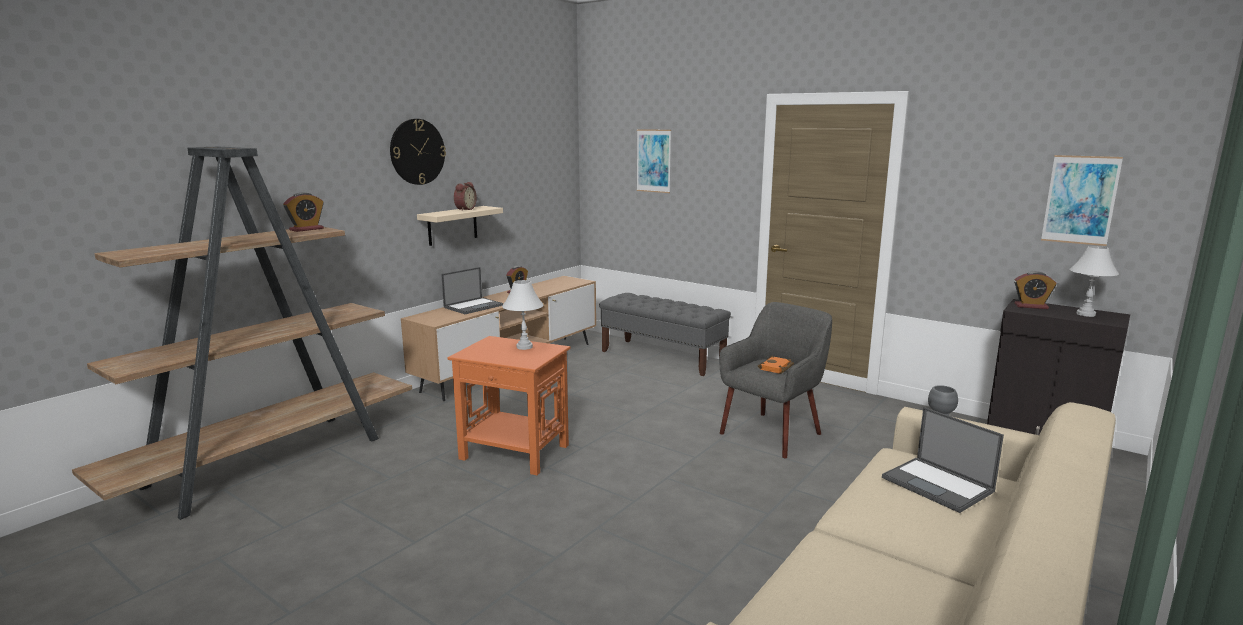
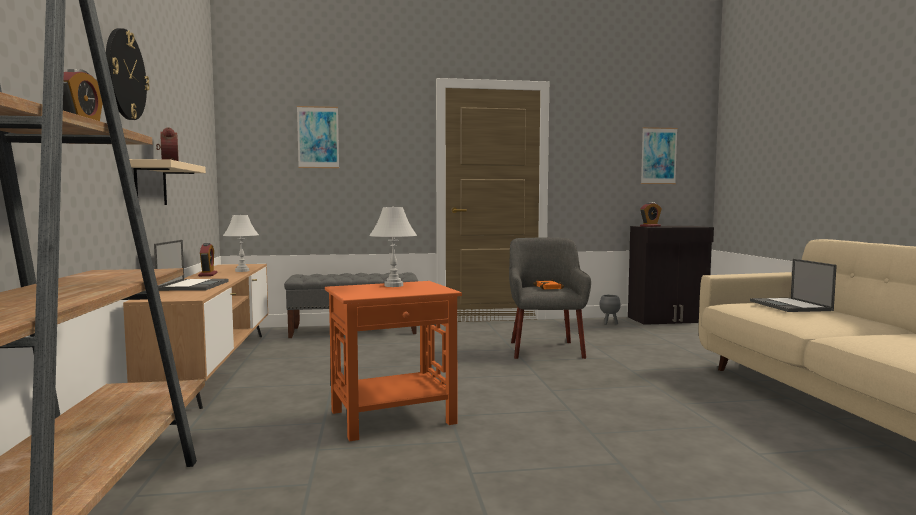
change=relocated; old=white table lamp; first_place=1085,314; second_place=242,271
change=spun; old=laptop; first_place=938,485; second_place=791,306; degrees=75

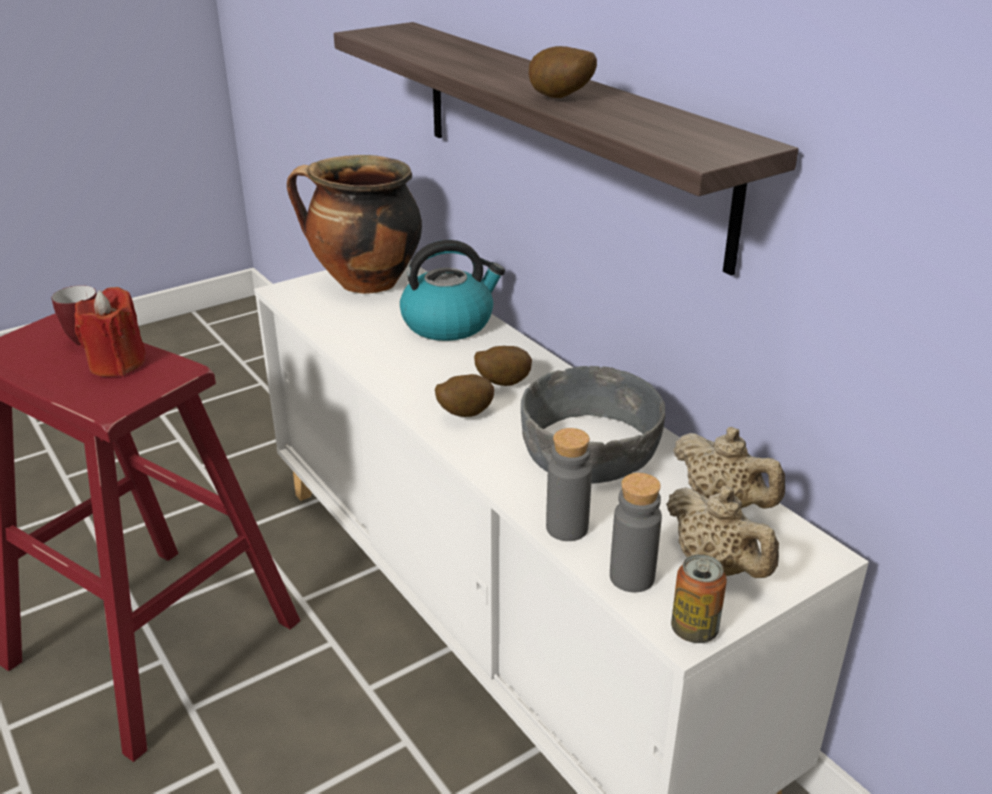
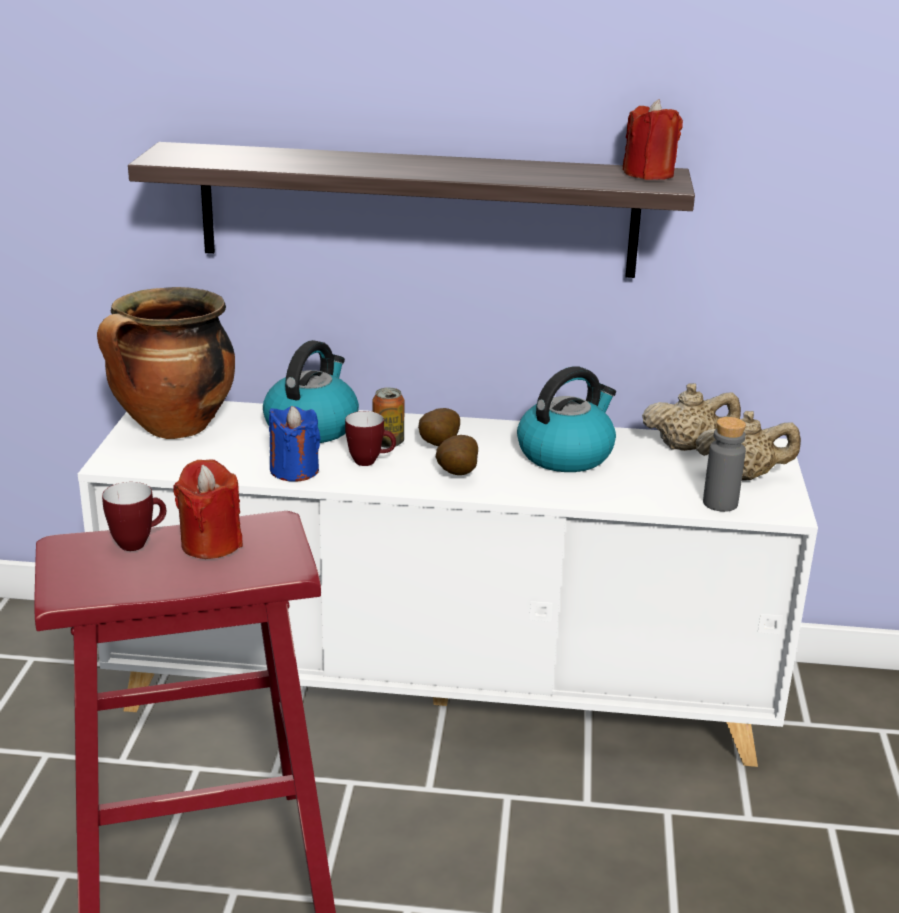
change=missing; old=potato; first_place=559,99
change=missing; old=grey bottle; first_place=567,528
change=appeared; new=blue candle; second_place=294,470
change=appeared; new=mug; second_place=370,462
change=appeared; new=red candle; second_place=649,174
change=relocated; old=can; first_place=694,630; second_place=388,442
change=exchanged; old=grey bowl; new=kettle; first_place=590,446; second_place=566,454

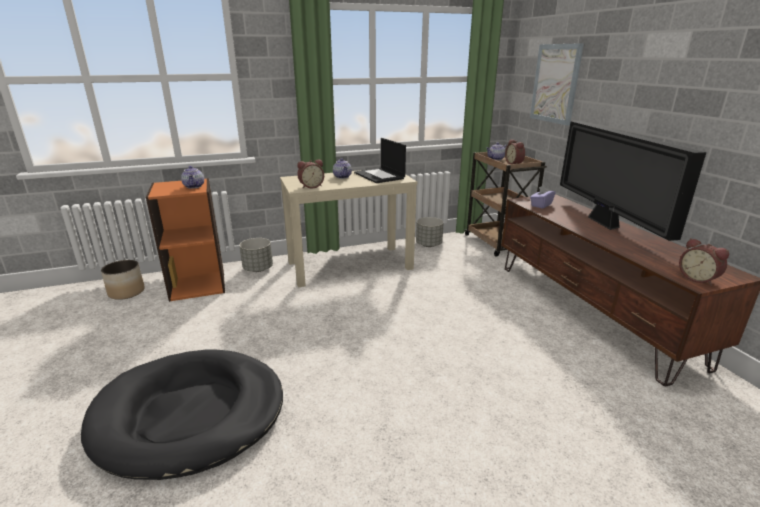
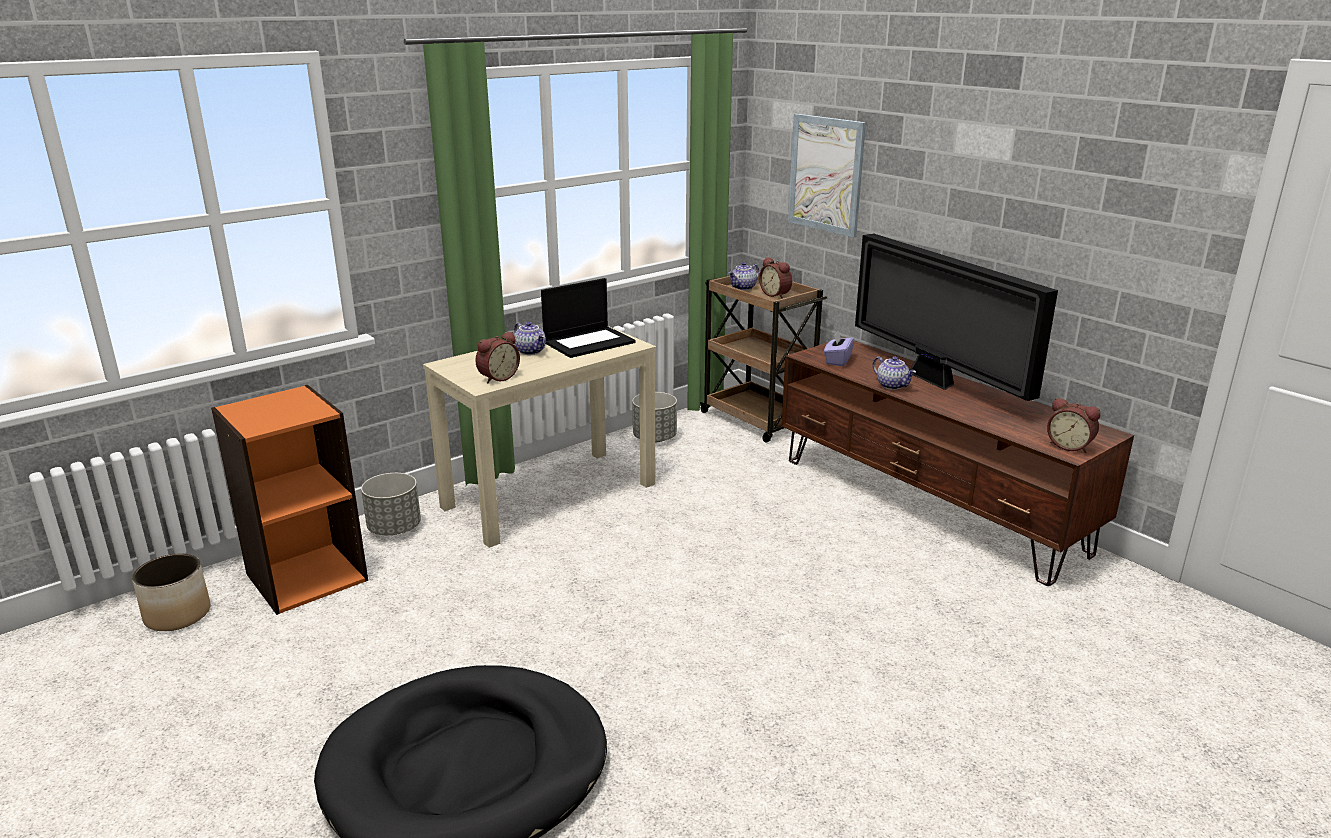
change=relocated; old=teapot; first_place=194,186; second_place=892,386
change=spun; old=laptop; first_place=380,176; second_place=589,342; degrees=-75

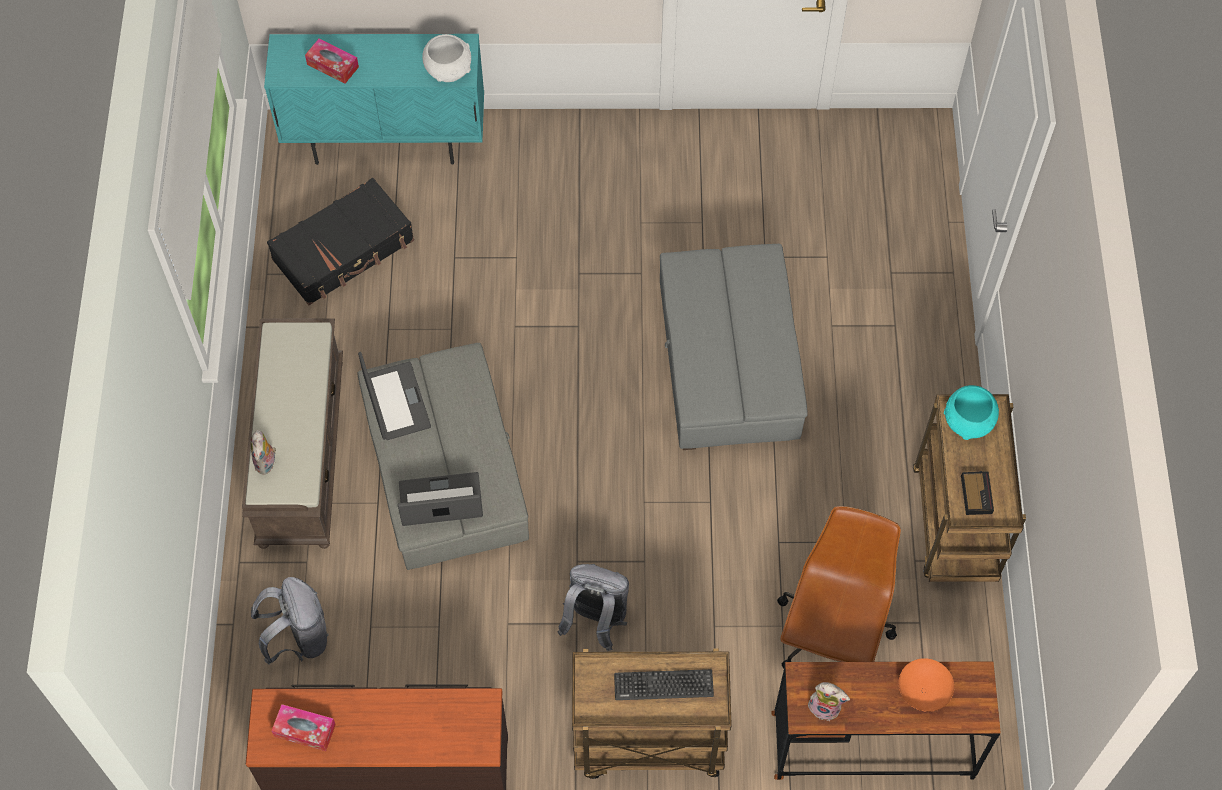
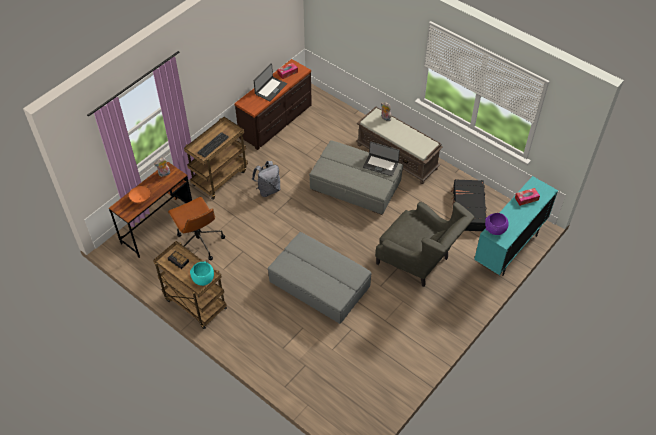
change=missing; old=grey backpack; first_place=299,637
change=appeared; new=grey armchair; second_place=419,262
change=relocated; old=laptop; first_place=441,501; second_place=270,89
change=colour; old=white bowl; new=purple bowl; first_place=449,70; second_place=495,230

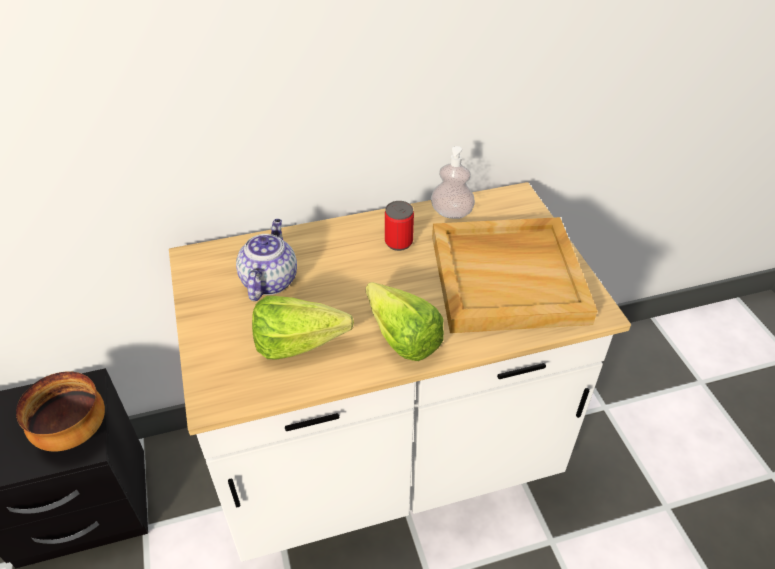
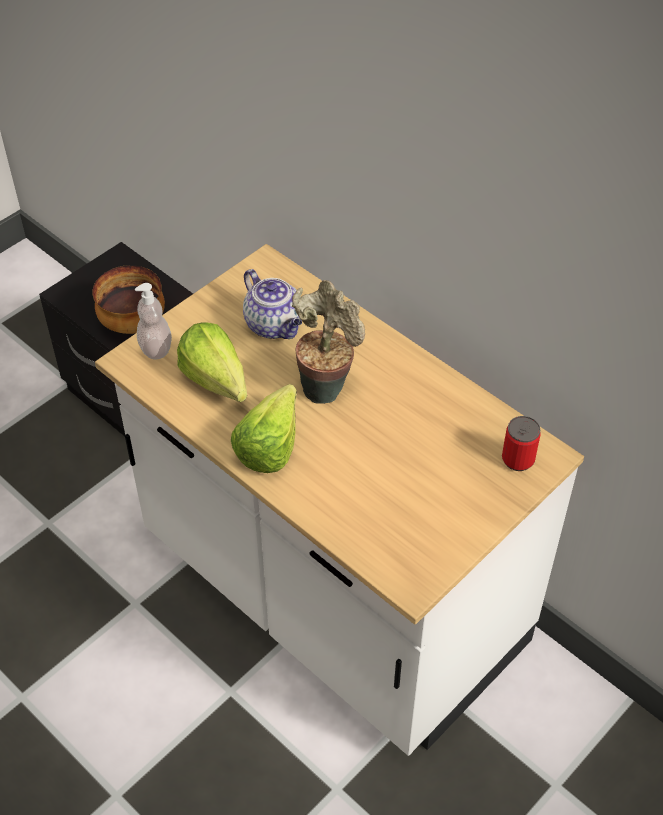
change=missing; old=beige tray; first_place=508,277
change=appeared; new=potted plant; second_place=326,386
change=relocated; old=can; first_place=398,242; second_place=518,459
change=relocated; old=soap dispenser; first_place=451,213; second_place=156,348
change=spun; old=teapot; first_place=269,280; second_place=275,325; degrees=75

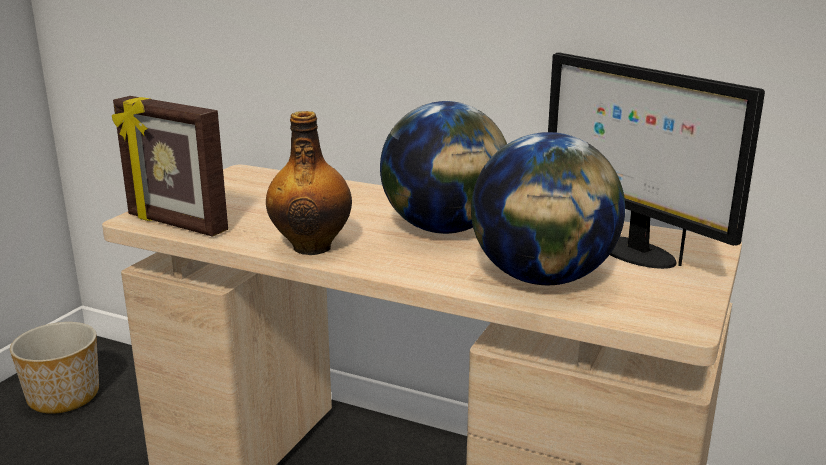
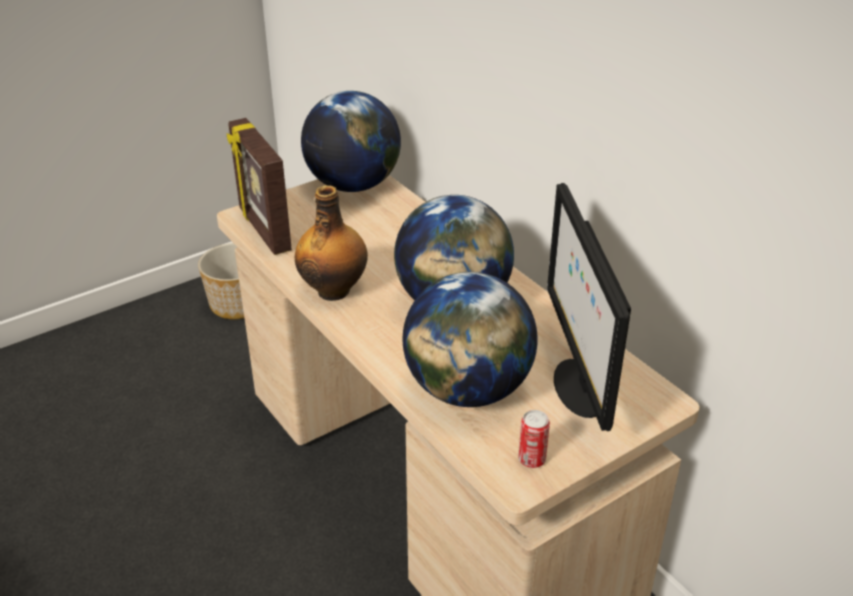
change=appeared; new=globe; second_place=353,185
change=appeared; new=can; second_place=531,459

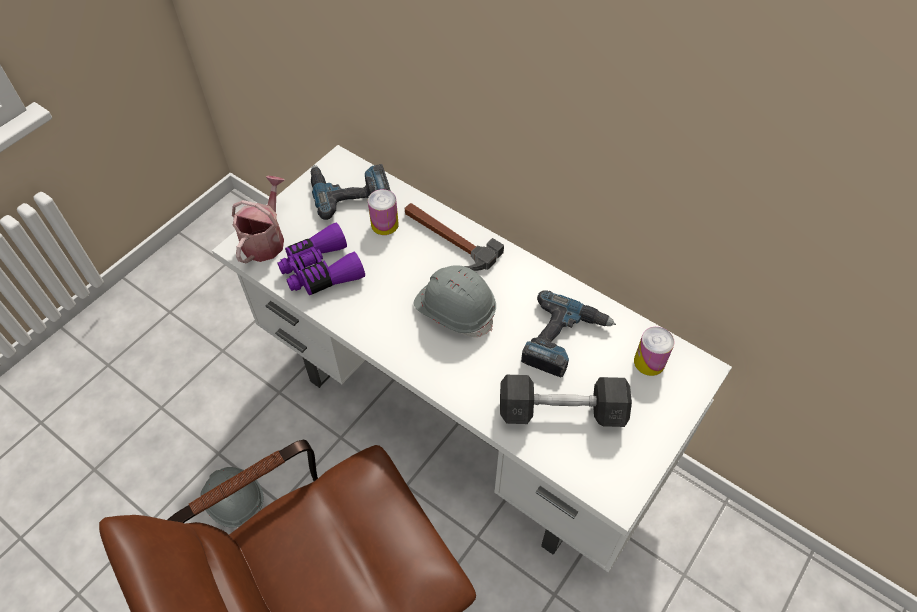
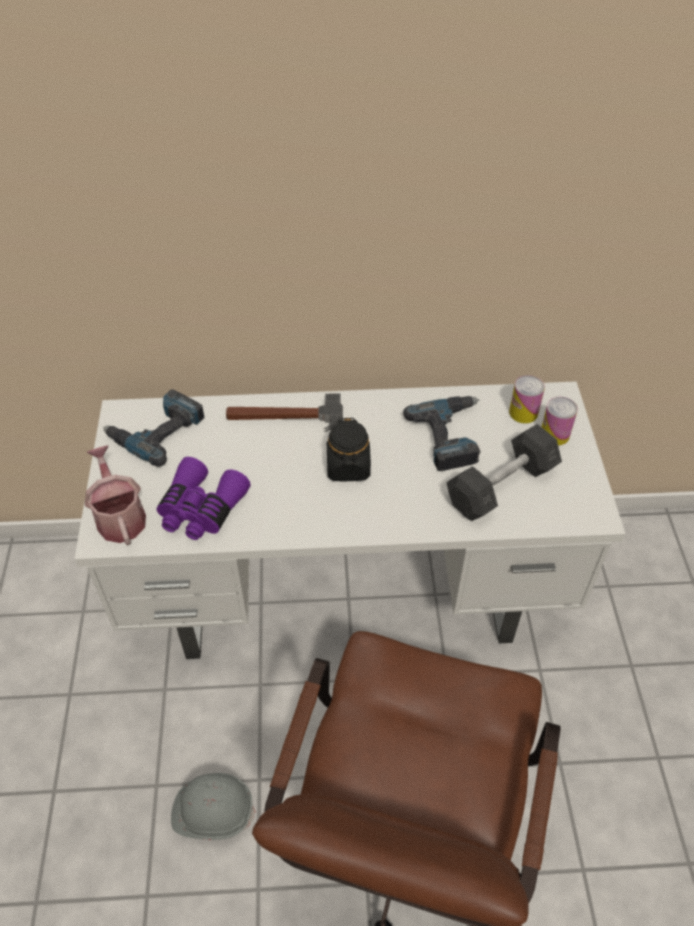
change=relocated; old=can; first_place=384,224; second_place=554,434
change=exchanged; old=grey hard hat; new=black jar; first_place=455,310; second_place=348,467

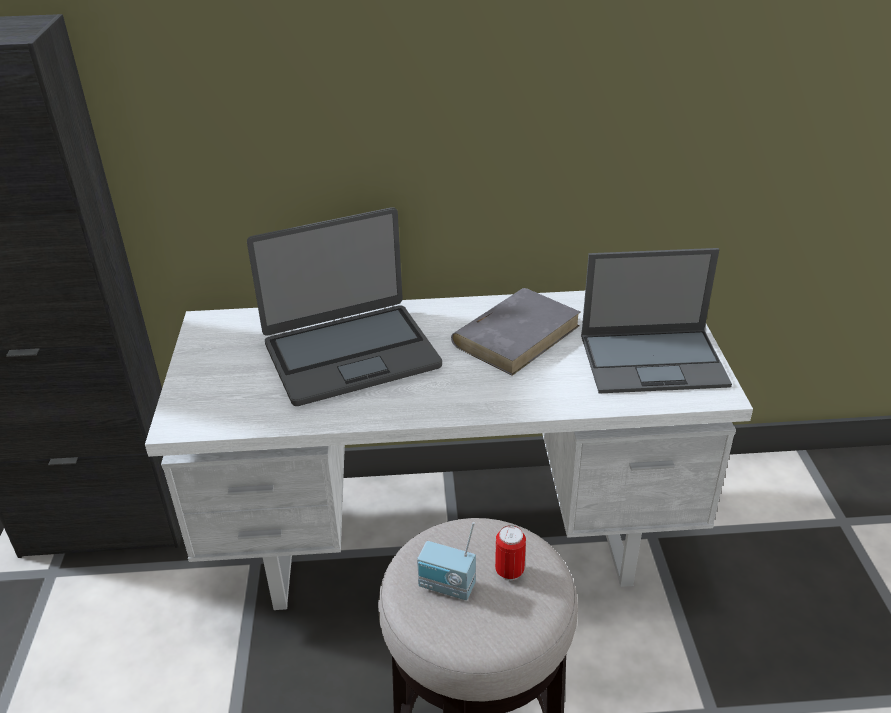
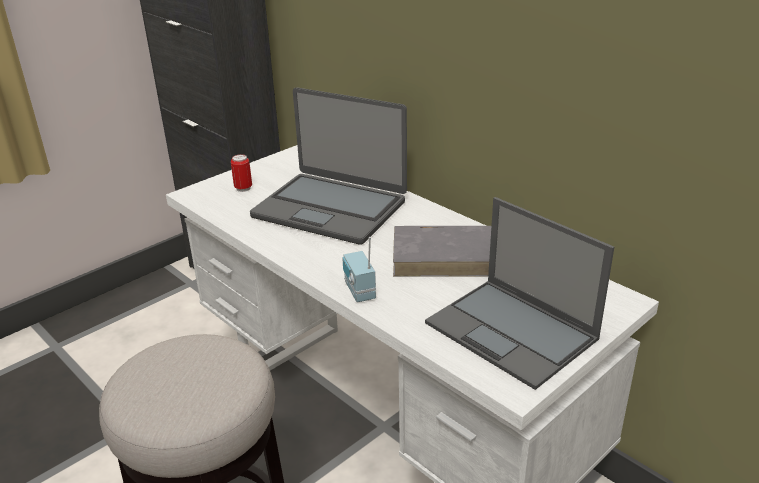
change=relocated; old=radio; first_place=446,587; second_place=358,291
change=relocated; old=can; first_place=509,571; second_place=243,188

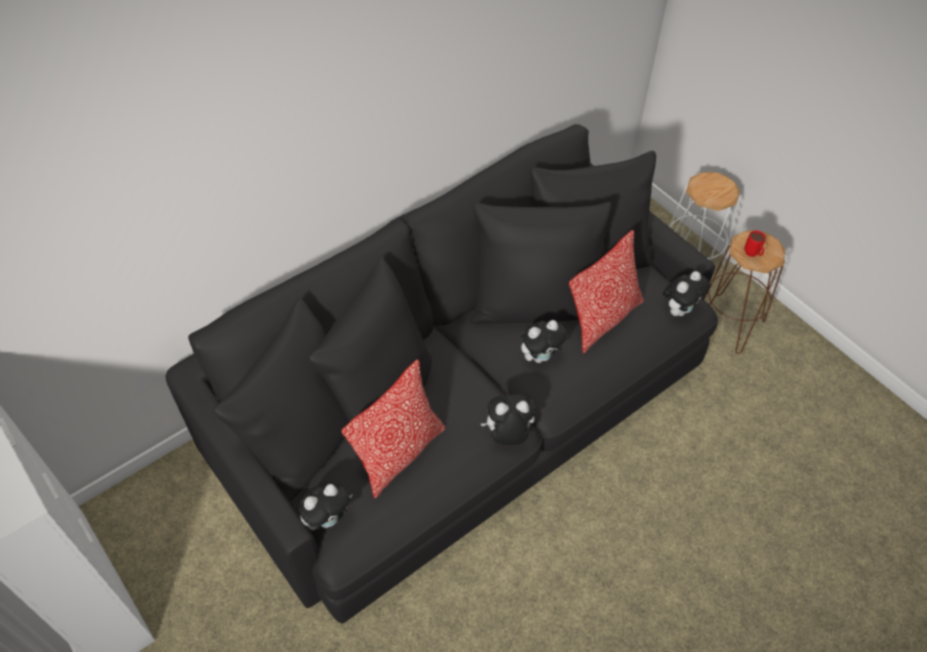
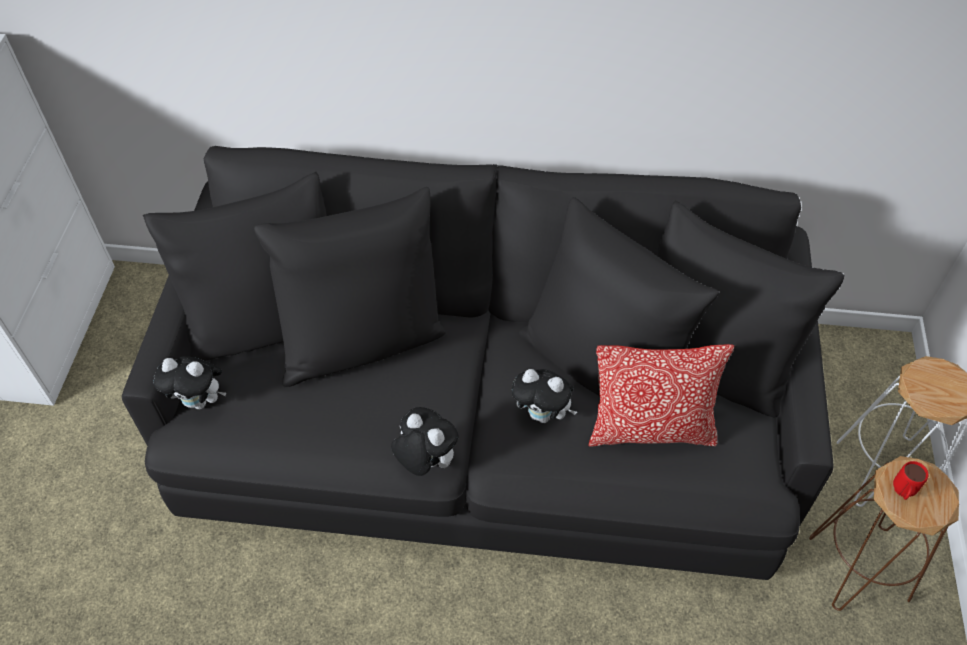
change=missing; old=pillow; first_place=399,453
change=missing; old=plush toy; first_place=679,309

